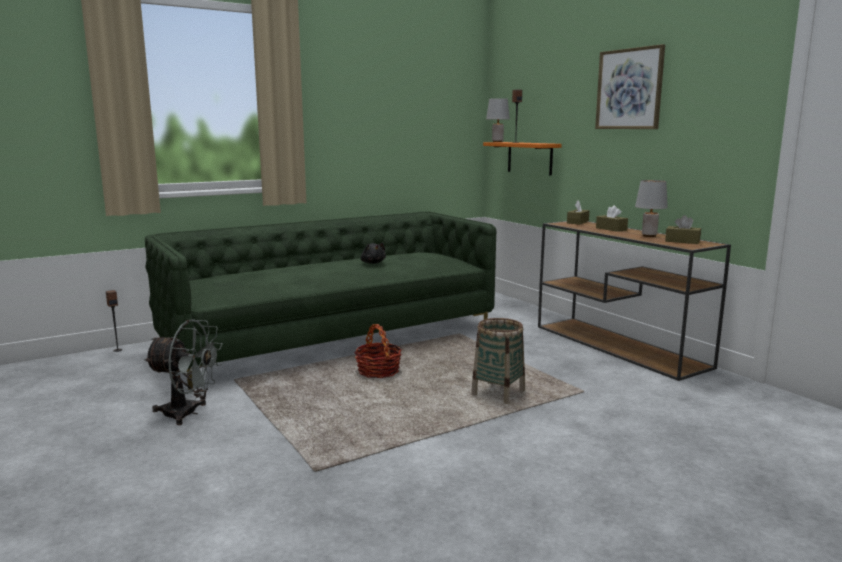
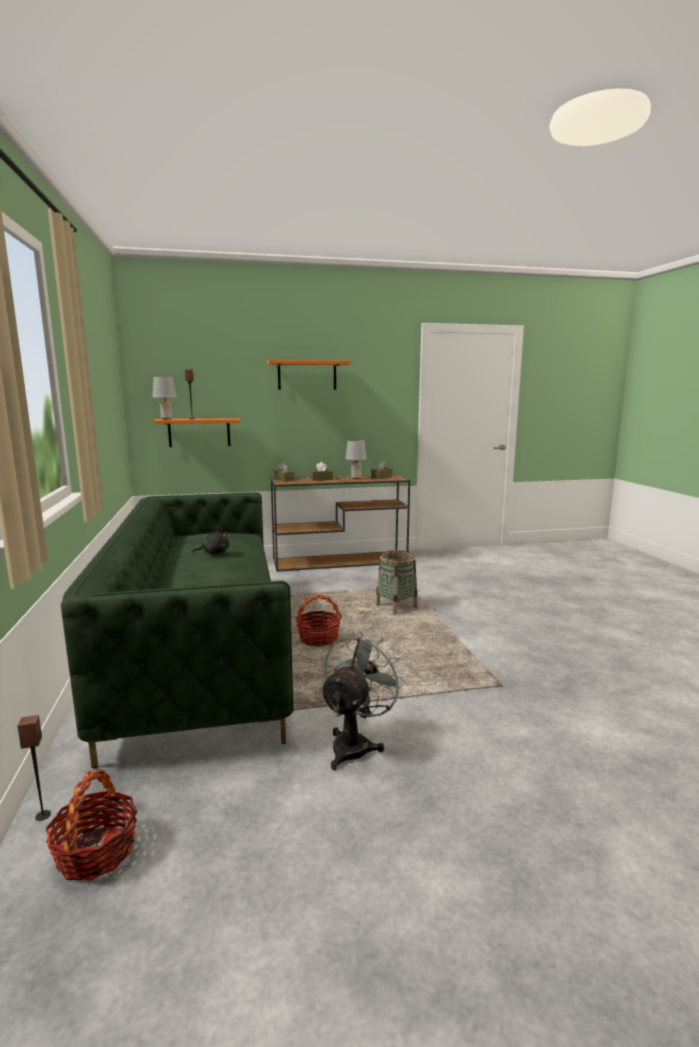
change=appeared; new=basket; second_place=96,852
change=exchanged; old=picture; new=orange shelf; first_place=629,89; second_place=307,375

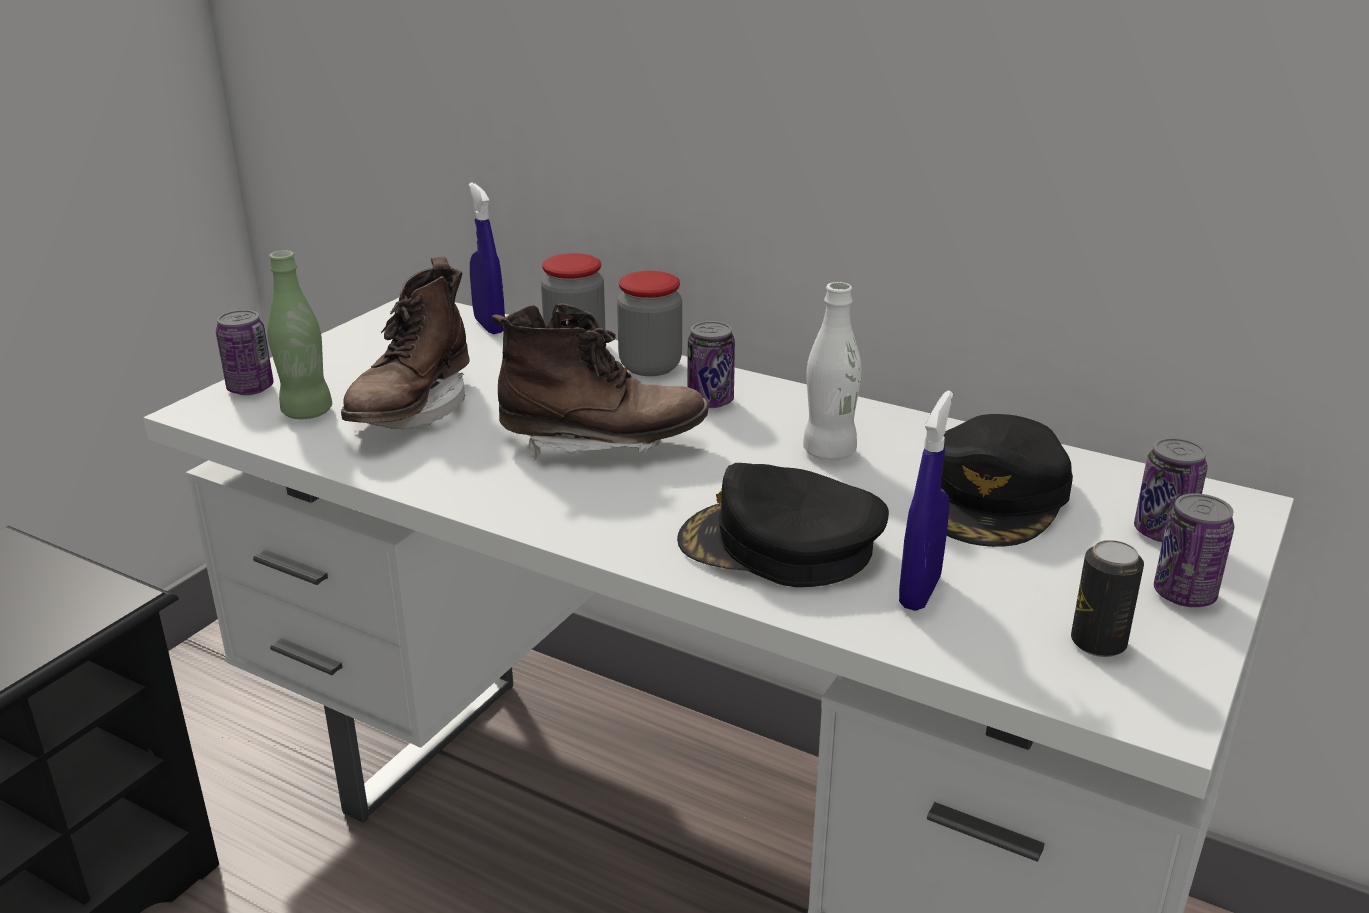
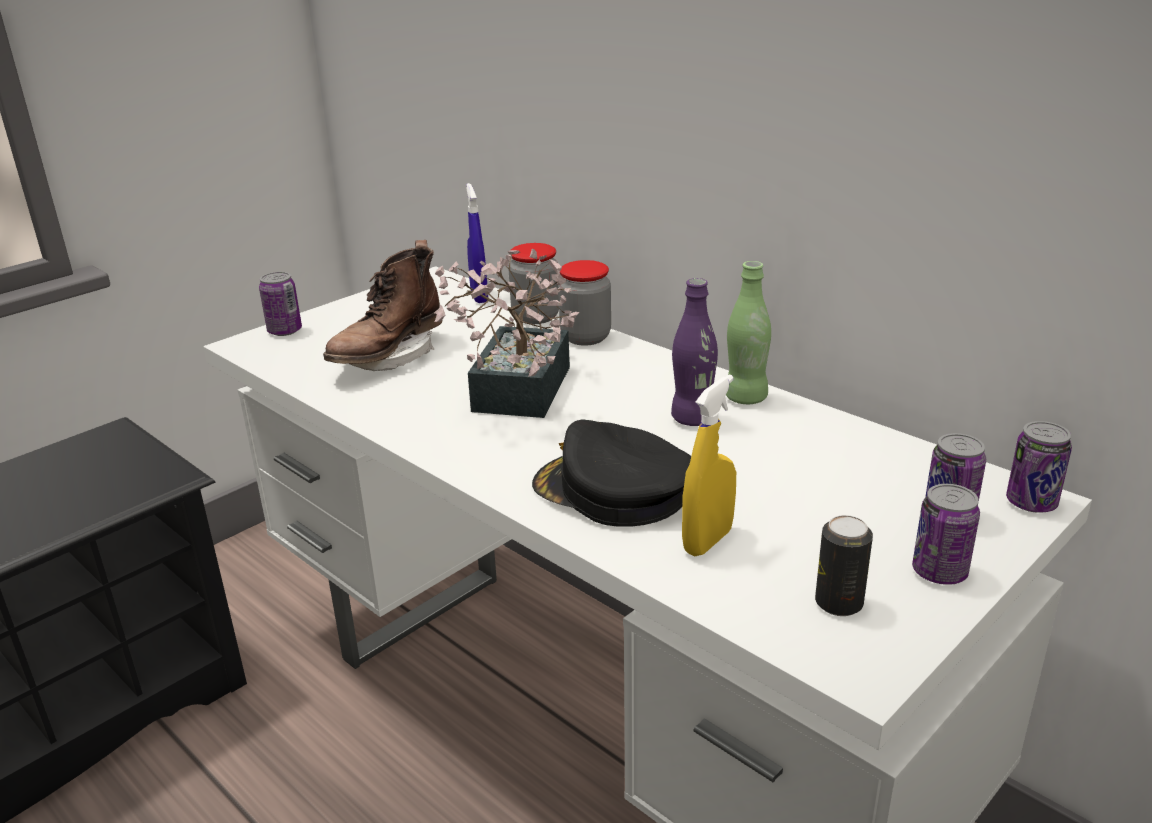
change=missing; old=black cap; first_place=994,496
change=relocated; old=green bottle; first_place=307,412; second_place=745,398
change=relocated; old=can; first_place=710,401; second_place=1031,503
change=exchanged; old=brown boot; new=potted plant; first_place=602,444; second_place=516,395
change=colour; old=white bottle; new=purple bottle; first_place=829,452; second_place=693,419
change=colour; old=blue spray bottle; new=yellow spray bottle; first_place=920,591; second_place=707,541

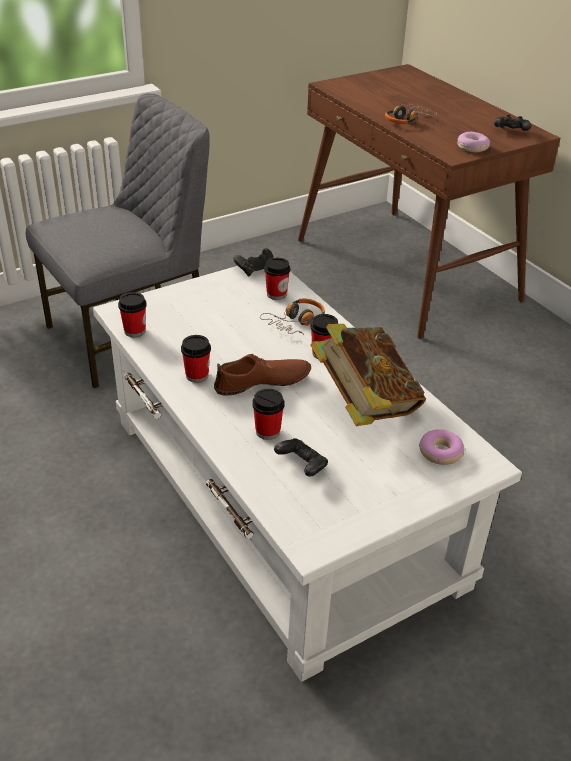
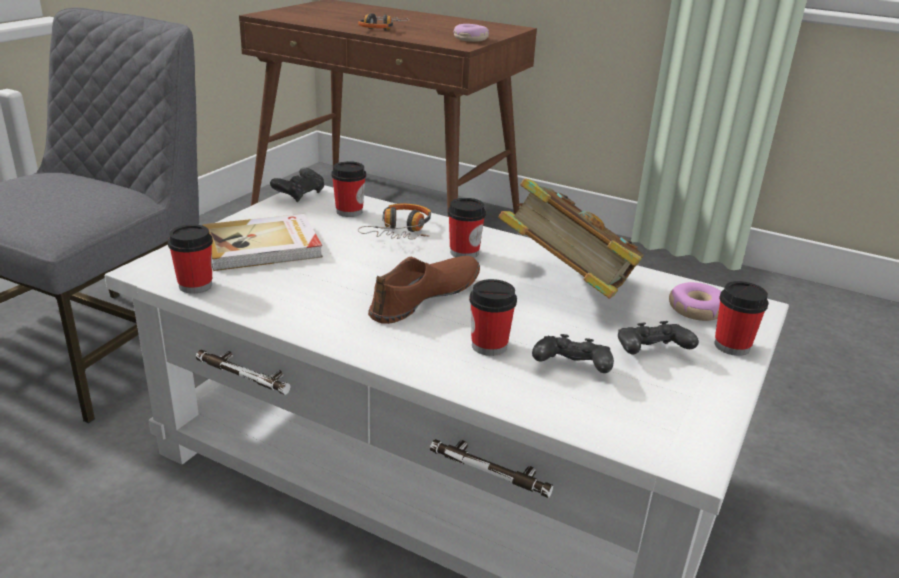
change=appeared; new=book; second_place=263,246
change=relocated; old=cup; first_place=197,375; second_place=732,346
change=relocated; old=black game controller; first_place=511,132; second_place=651,354

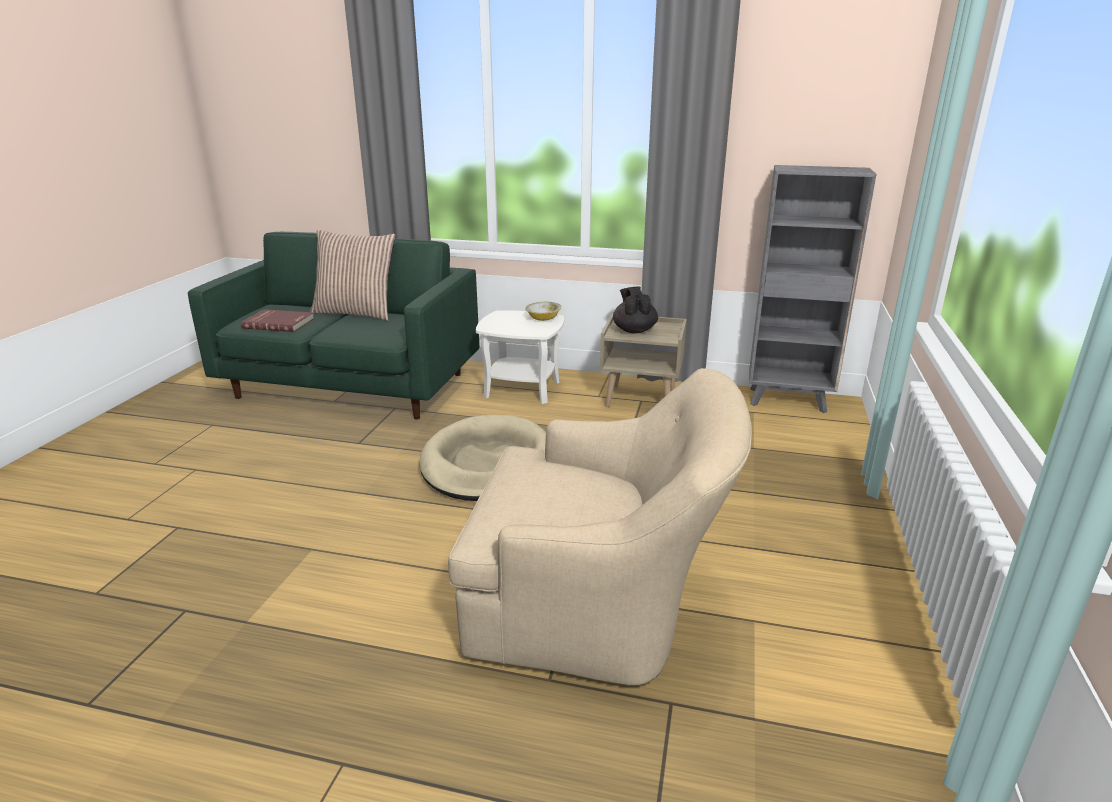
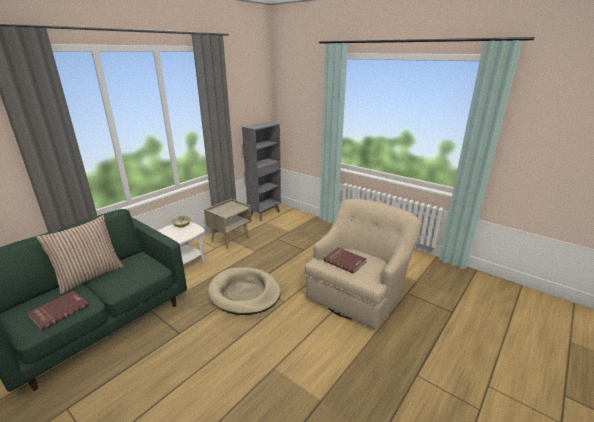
change=missing; old=black teapot; first_place=634,330
change=appeared; new=red book; second_place=345,261

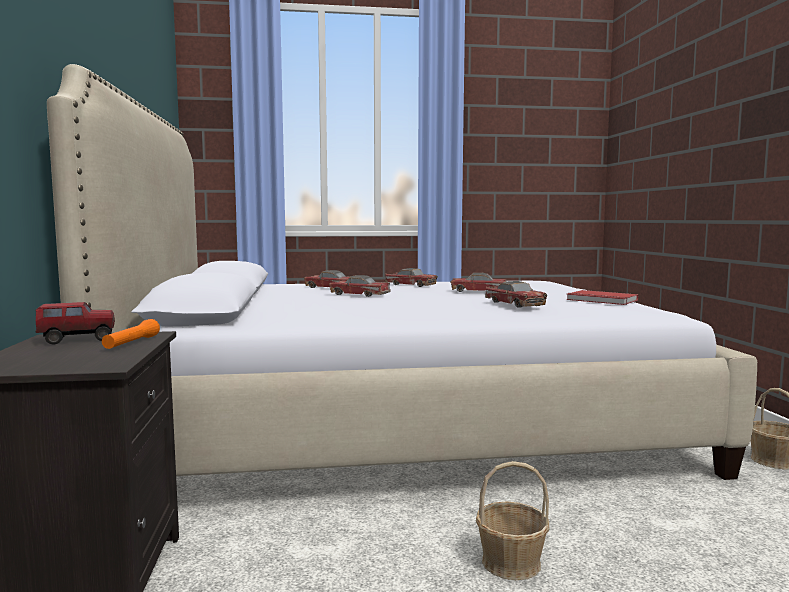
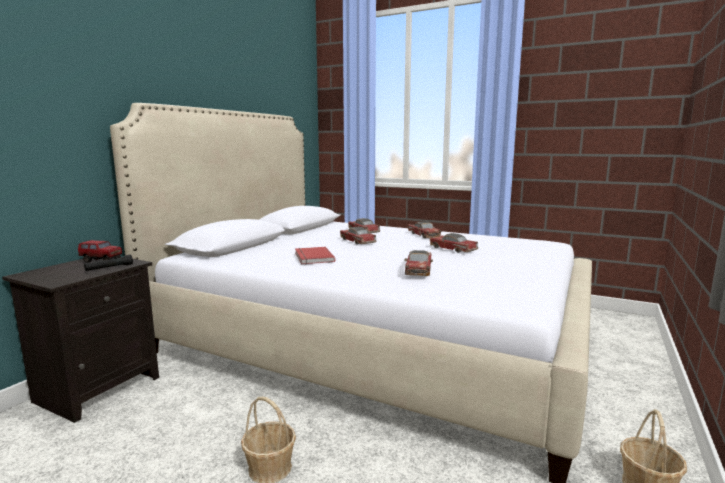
change=relocated; old=red book; first_place=601,300; second_place=312,257
change=colour; old=orange flashlight; new=black flashlight; first_place=131,343; second_place=109,268

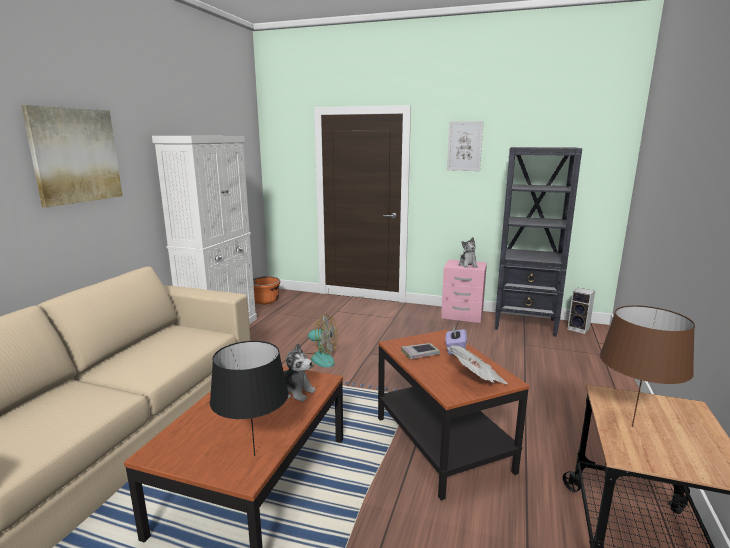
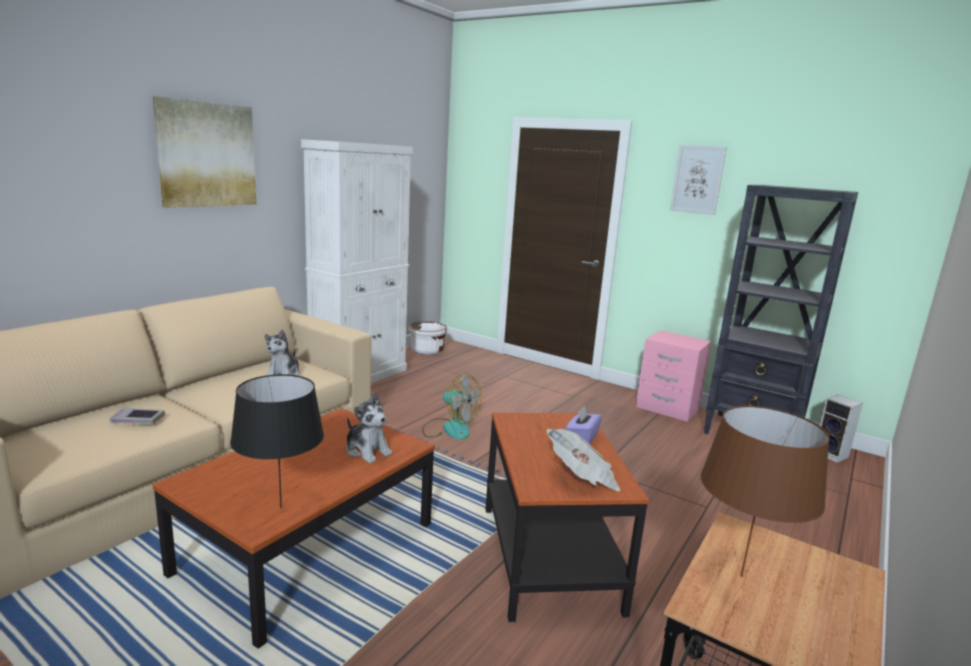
change=relocated; old=book; first_place=420,354; second_place=138,420
change=relocated; old=plush toy; first_place=468,265; second_place=284,375
change=colour; old=orange planter; new=white planter; first_place=265,301; second_place=427,351

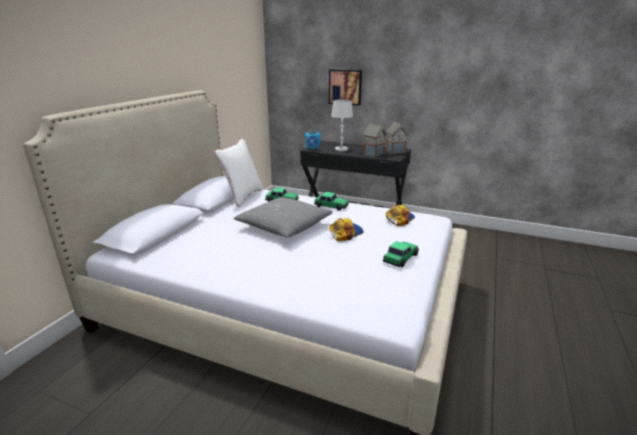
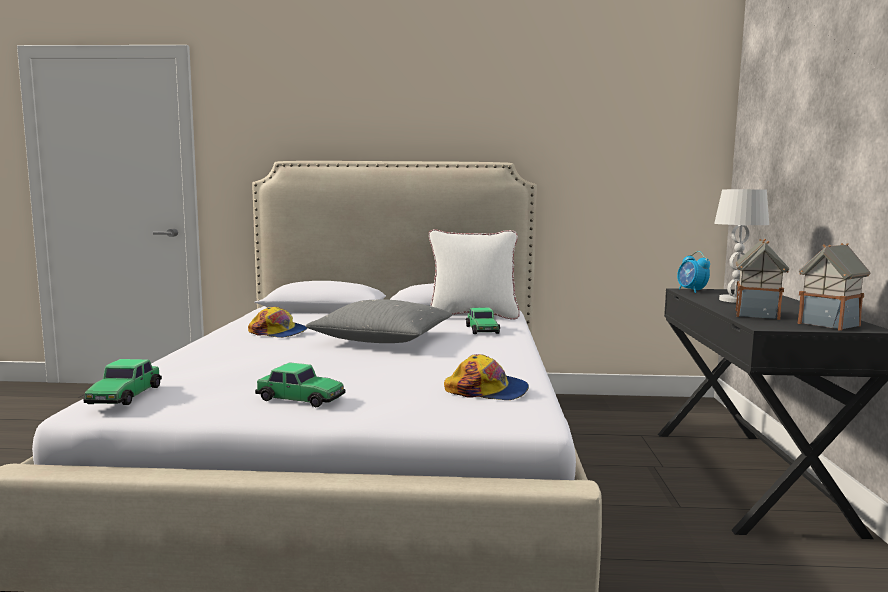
change=missing; old=picture; first_place=345,87
change=relocated; old=toy car; first_place=331,206; second_place=124,395
change=relocated; old=cap; first_place=345,233; second_place=278,332

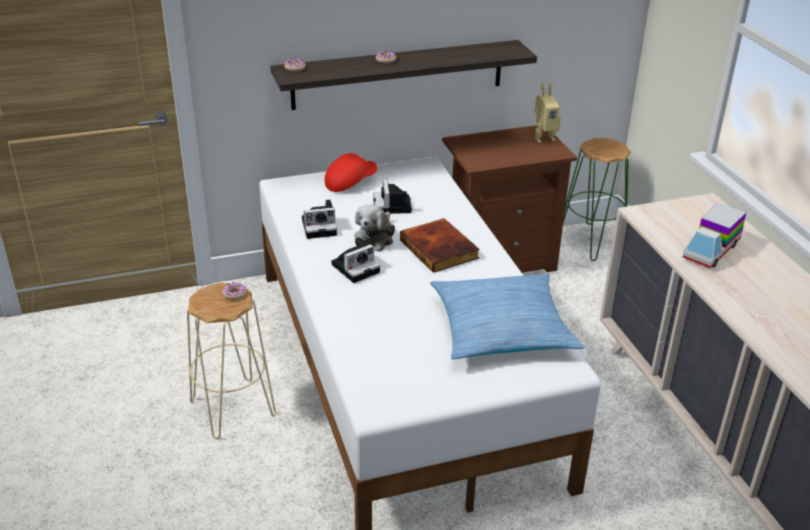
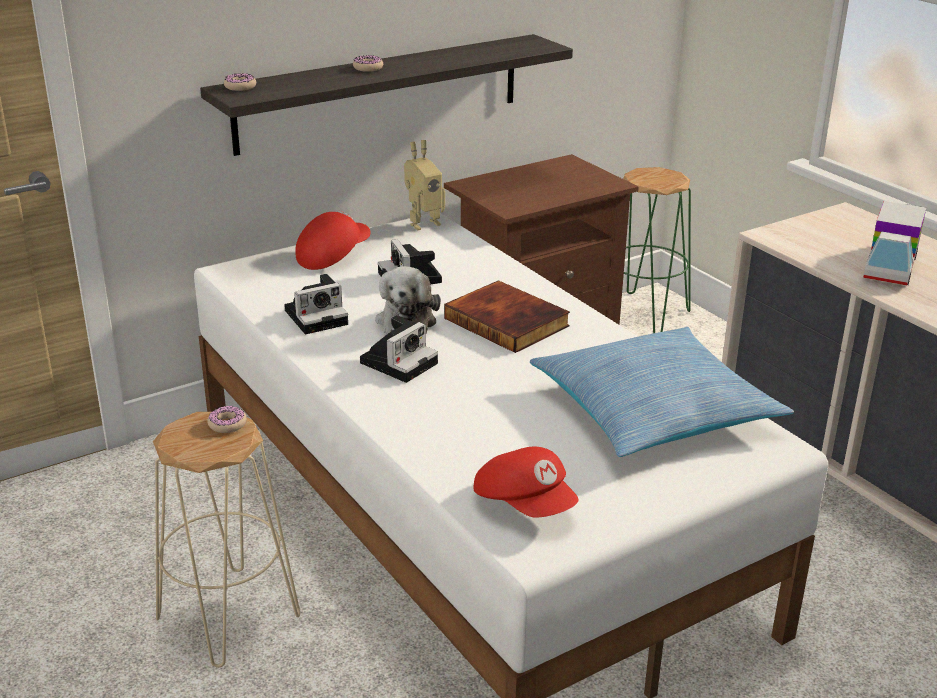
change=appeared; new=red cap; second_place=526,504
change=relocated; old=toy robot; first_place=543,137; second_place=422,223

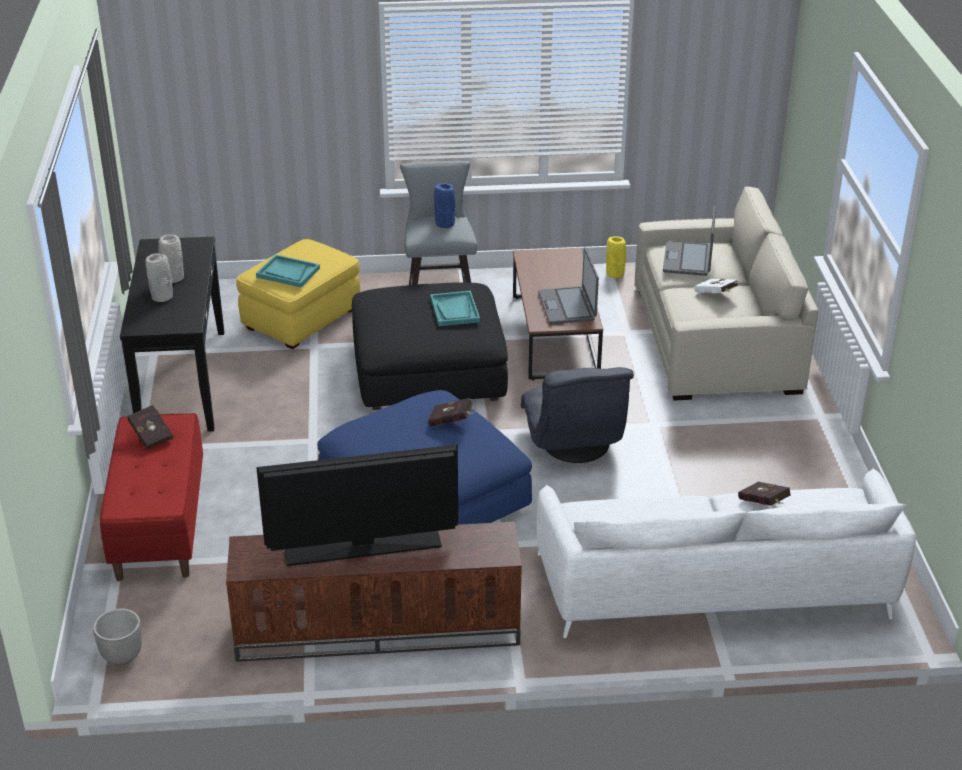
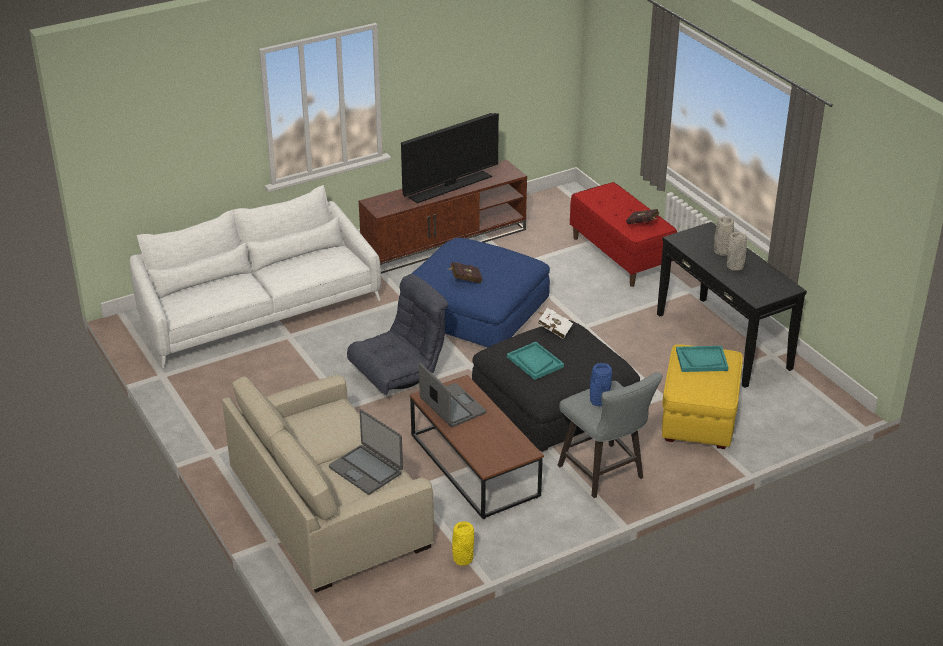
change=missing; old=planter; first_place=121,657
change=missing; old=red book; first_place=764,504
change=relocated; old=white book; first_place=716,296; second_place=553,329
change=spun; old=grey armchair; first_place=574,444; second_place=399,375; degrees=90
change=spun; old=laptop; first_place=688,260; second_place=366,470; degrees=150

